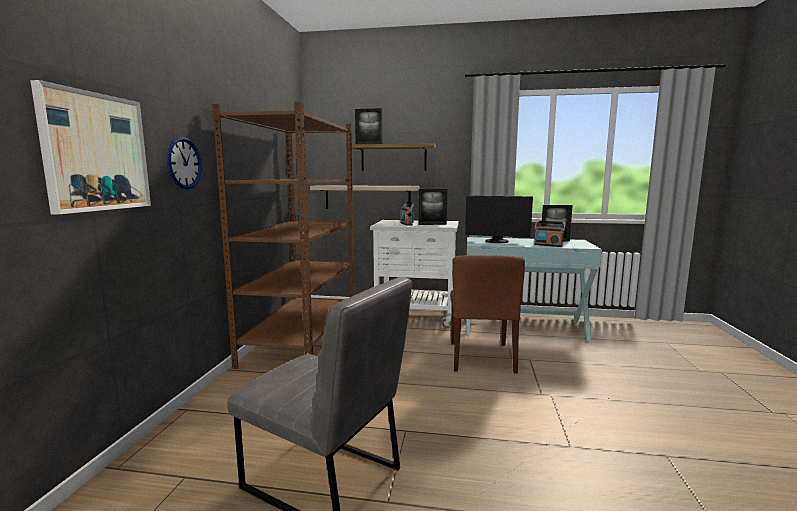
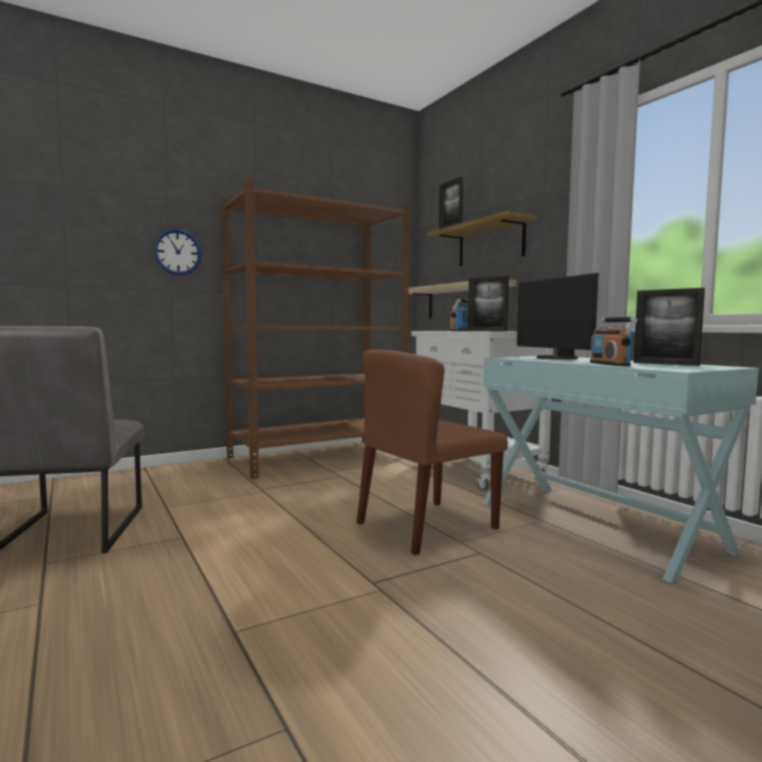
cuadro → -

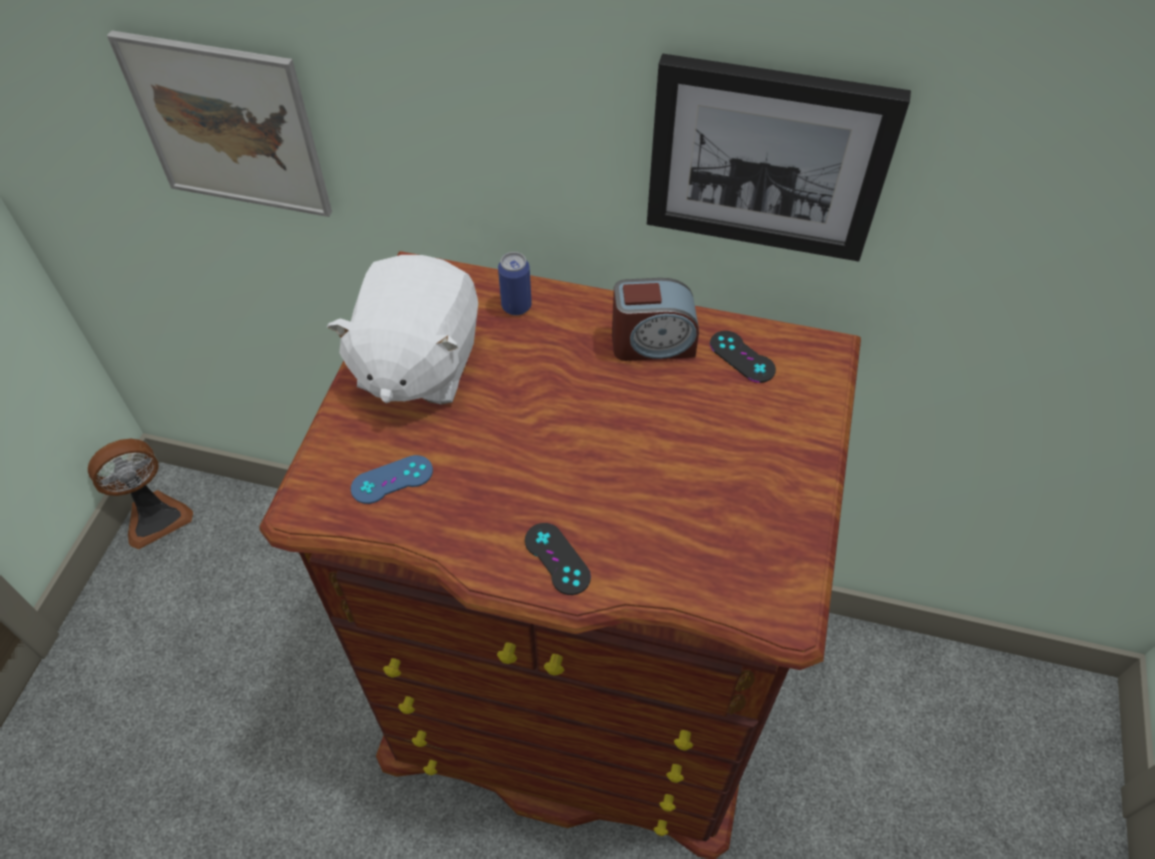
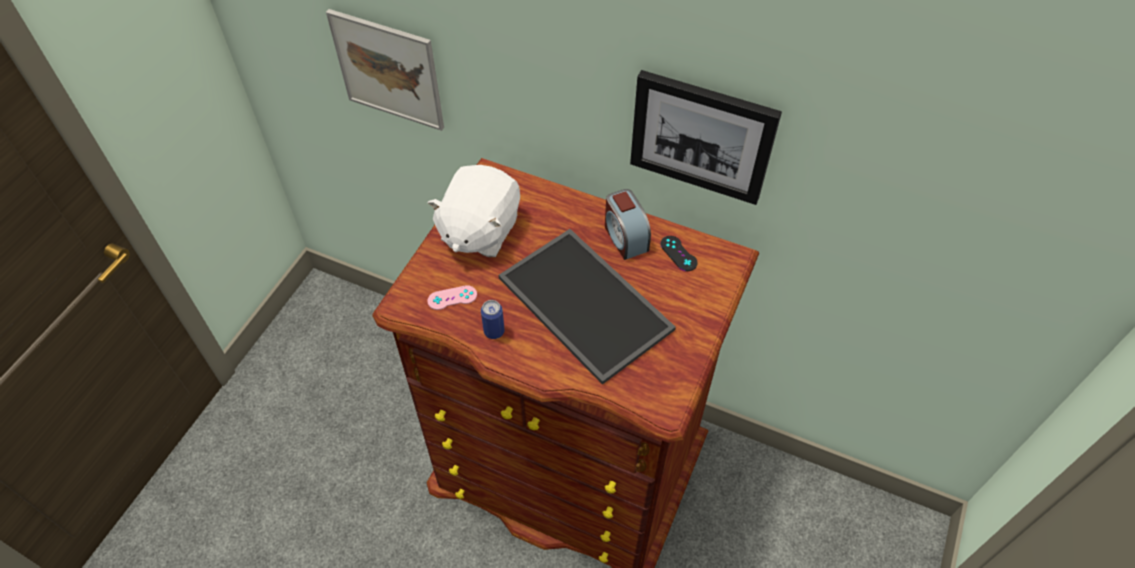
lata, move
despertador, 60 degrees clockwise
ventilador → -
mando de consola/azul → mando de consola/rosa
mando de consola/negro (1st from left) → -
- → bandeja

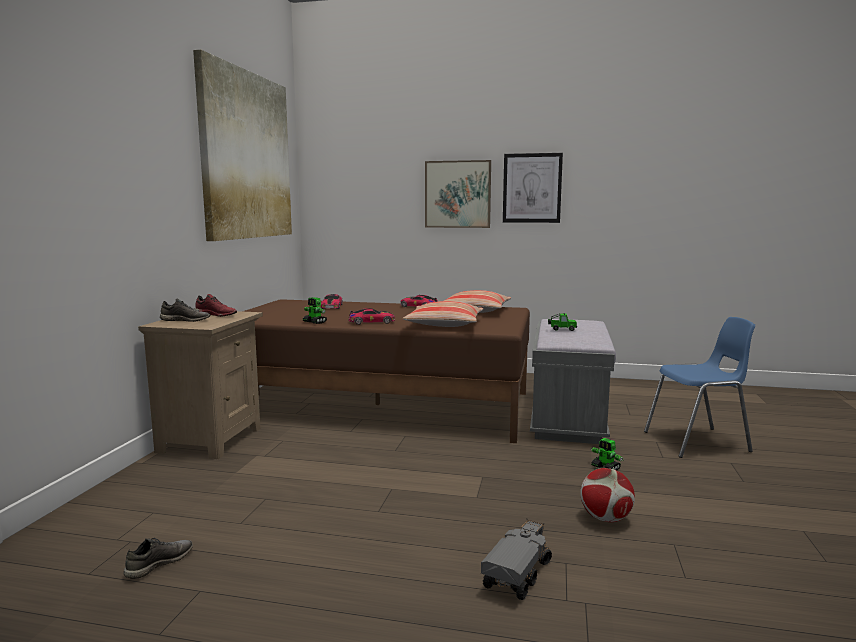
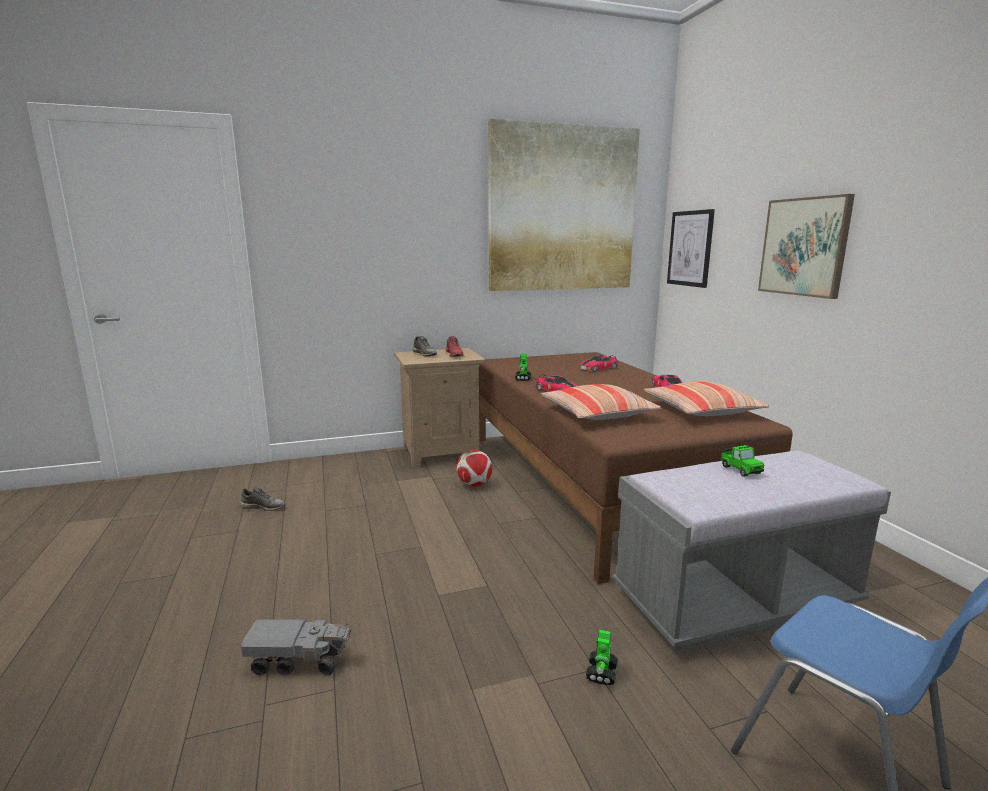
cuadro (3rd from left in the first image) → cuadro (2nd from left), move
balón de fútbol, move

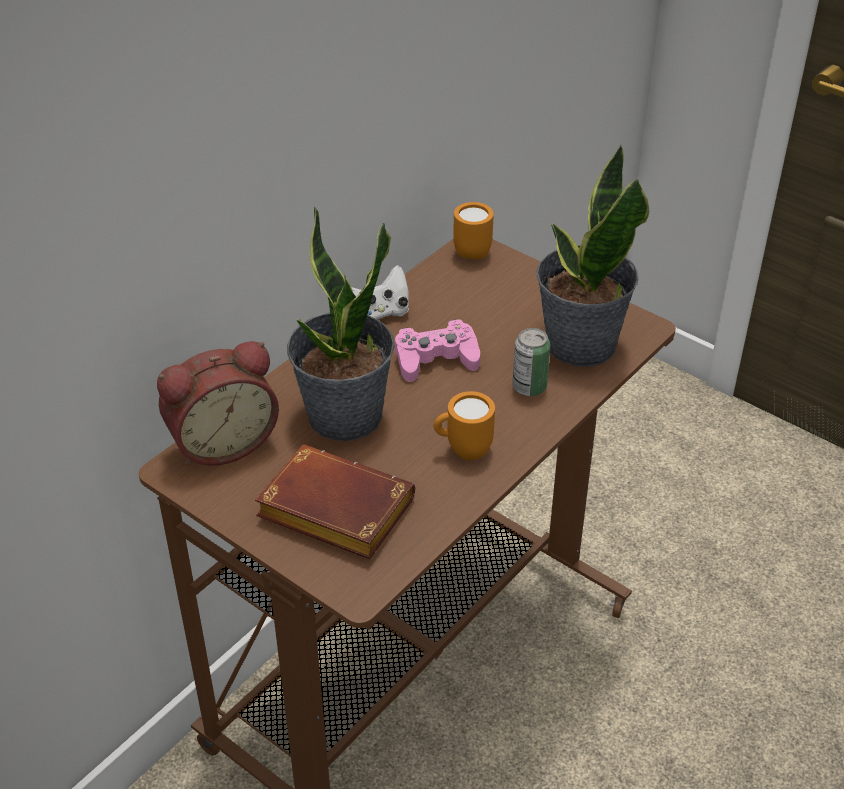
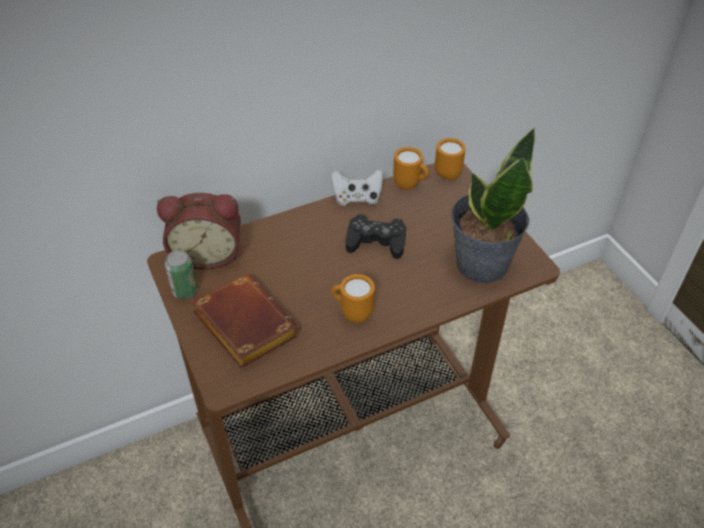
planta en maceta (1st from left) → -
mando de consola/rosa → mando de consola/negro
lata, move
- → taza grande/naranja (2nd from left)

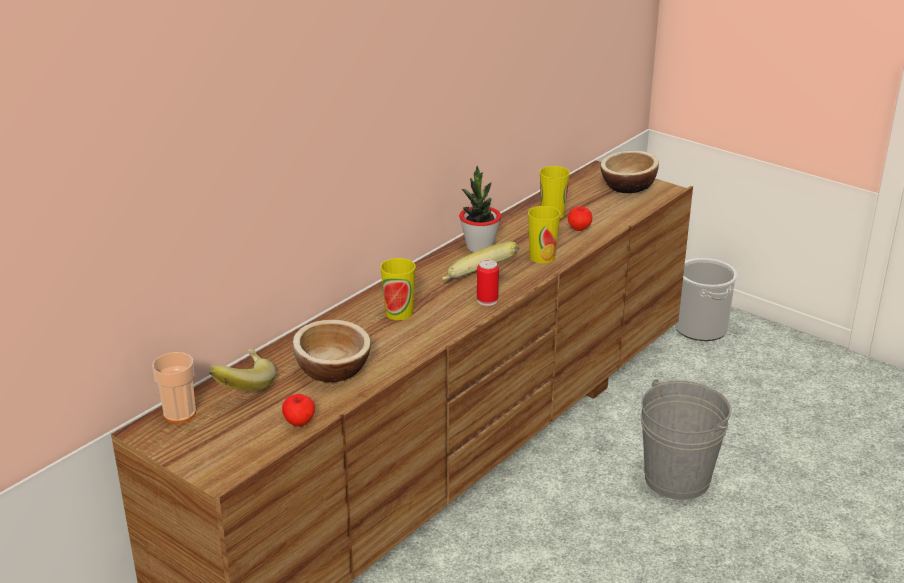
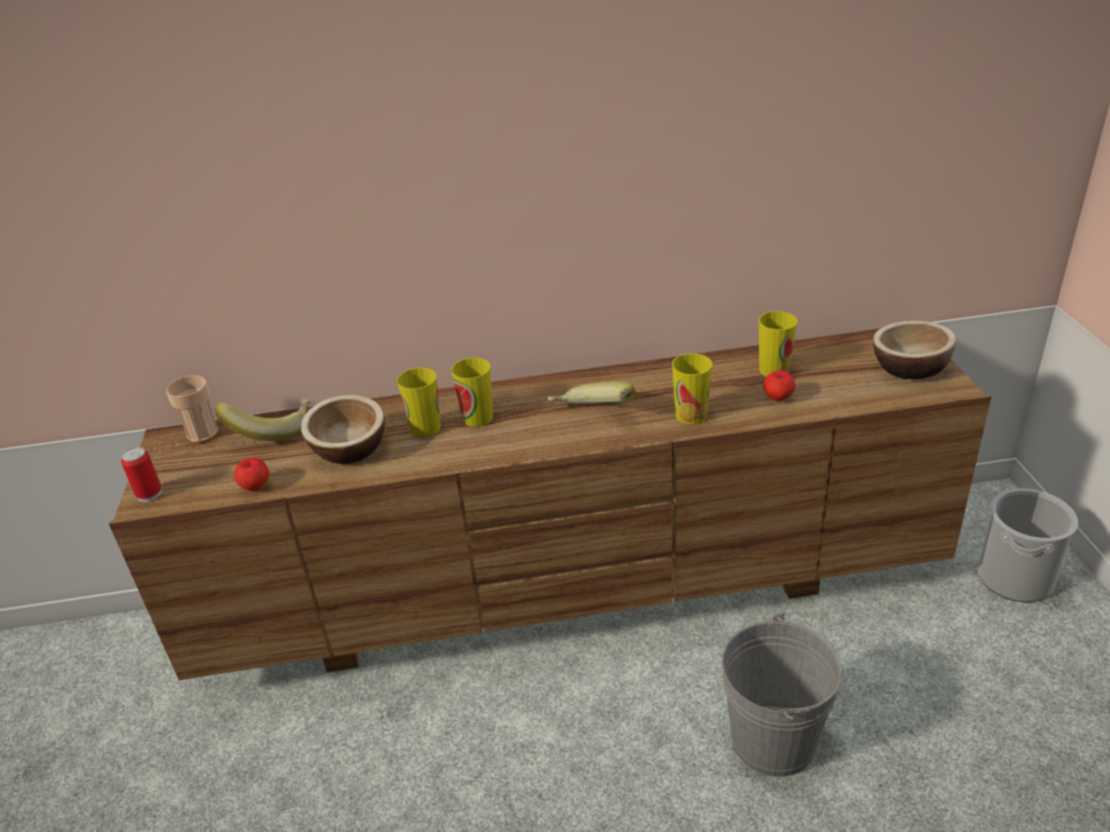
planta en maceta → -
lata, move
- → taza (2nd from left)

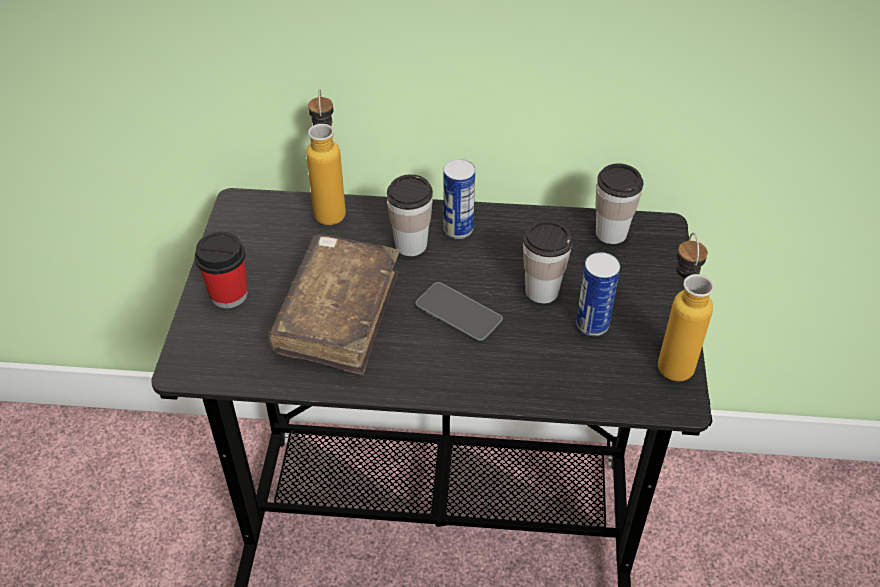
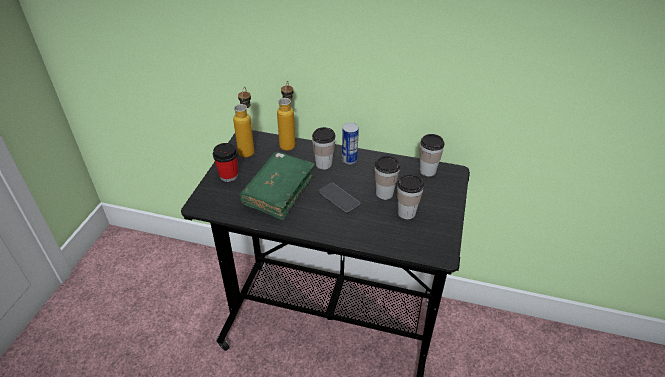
botella (2nd from left in the first image) → botella (1st from left), move
libro/marrón → libro/verde
lata (2nd from left) → taza (4th from left)

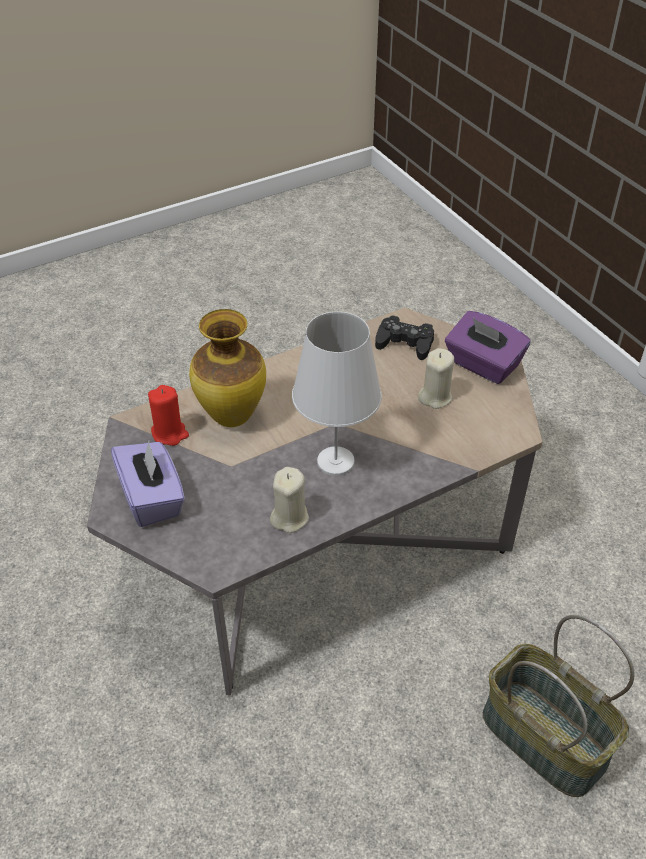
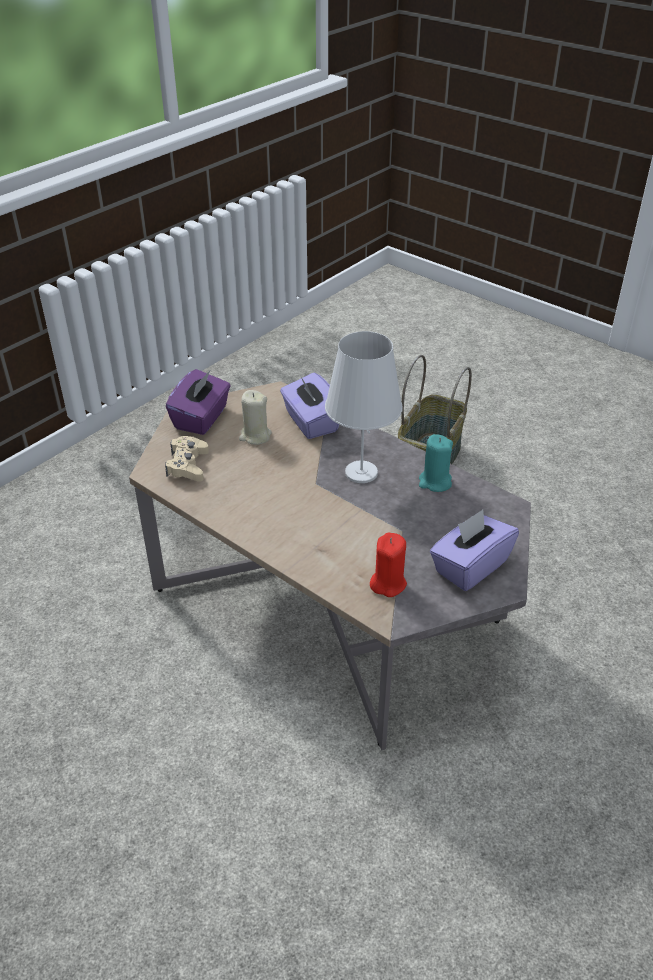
florero → -
mando de consola/negro → mando de consola/beis
vela/beis (1st from left) → vela/turquesa
- → caja de pañuelos/morado (2nd from left)

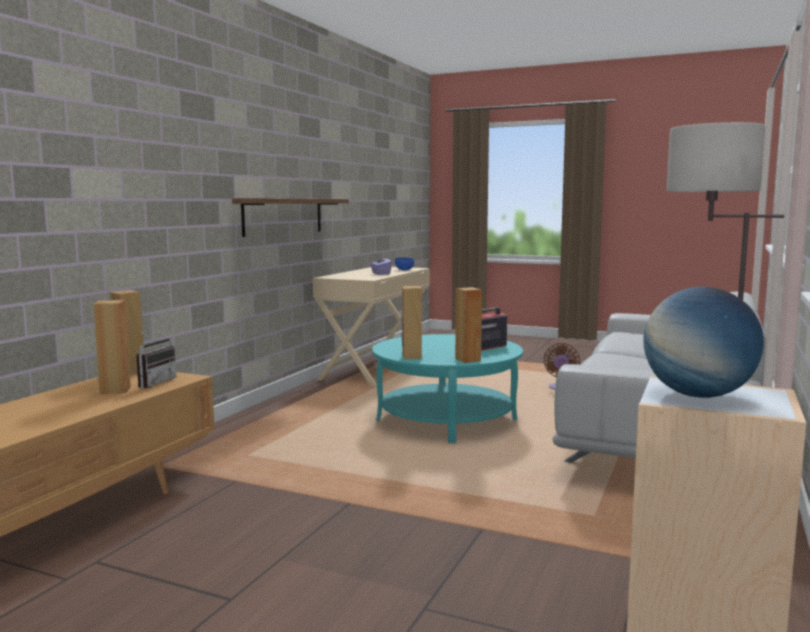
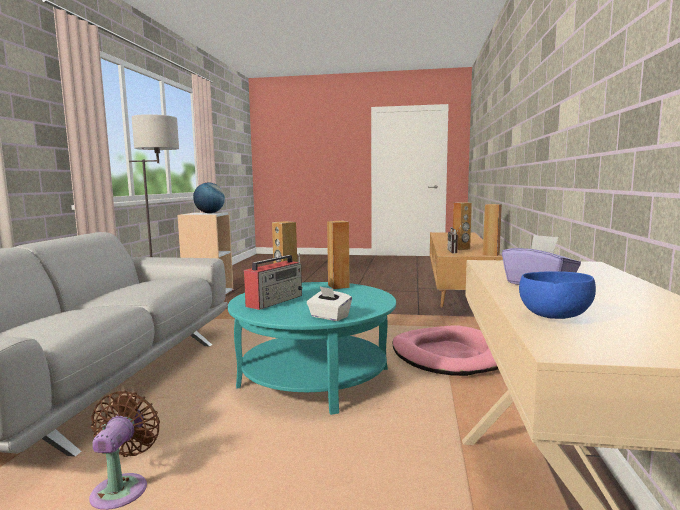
estante → -
- → caja de pañuelos/blanco
- → cama para perro/rosa

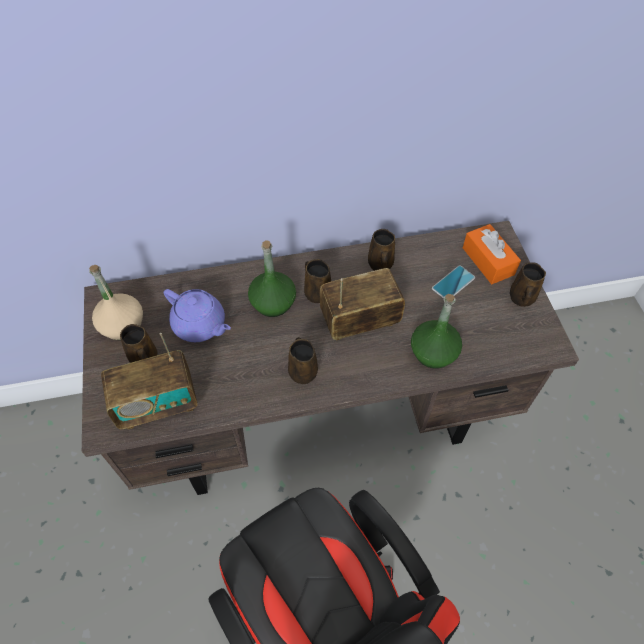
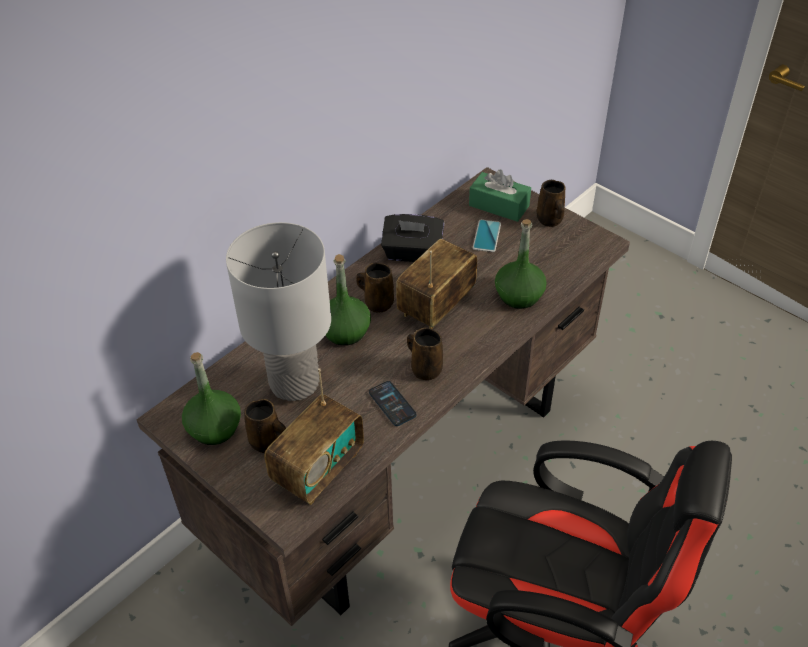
caja de pañuelos/naranja → caja de pañuelos/verde
taza grande/marrón (4th from left) → caja de pañuelos/negro
botella/beis → botella/verde (1st from left)
tetera/morado → lámpara de mesa/gris
- → móvil (1st from left)

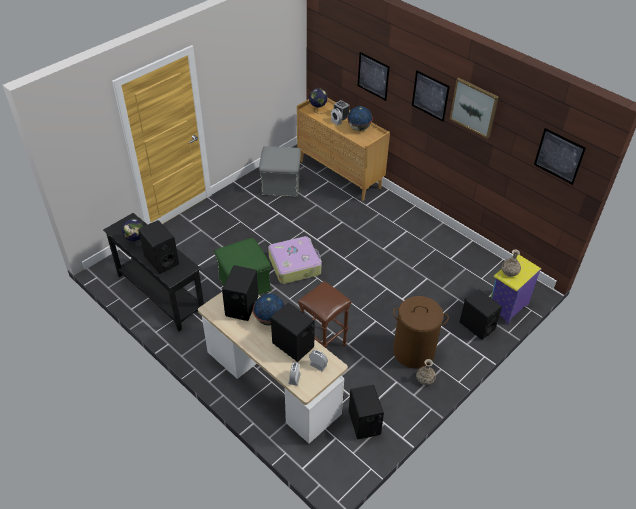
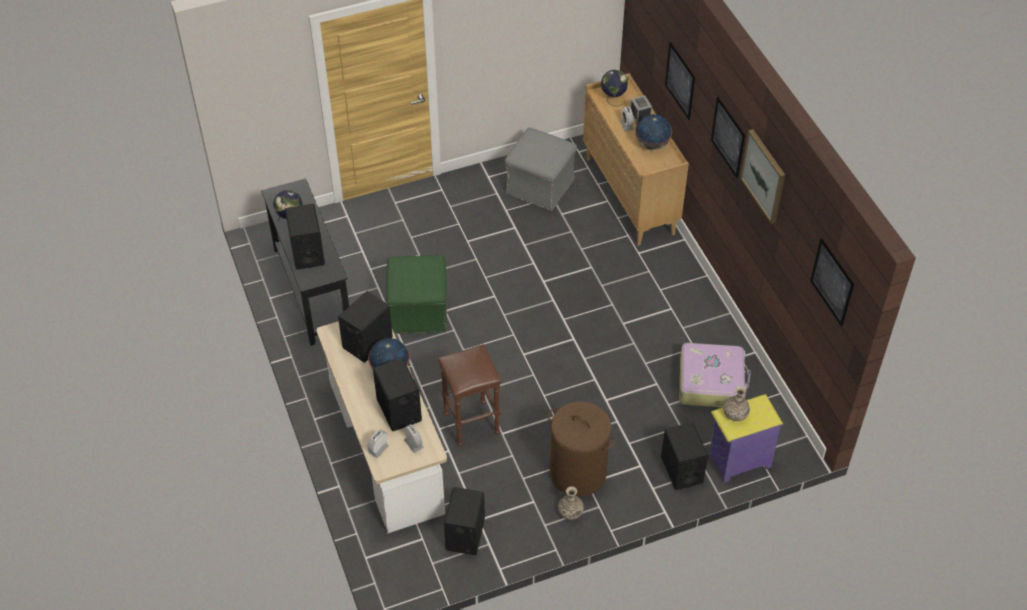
maleta, move

